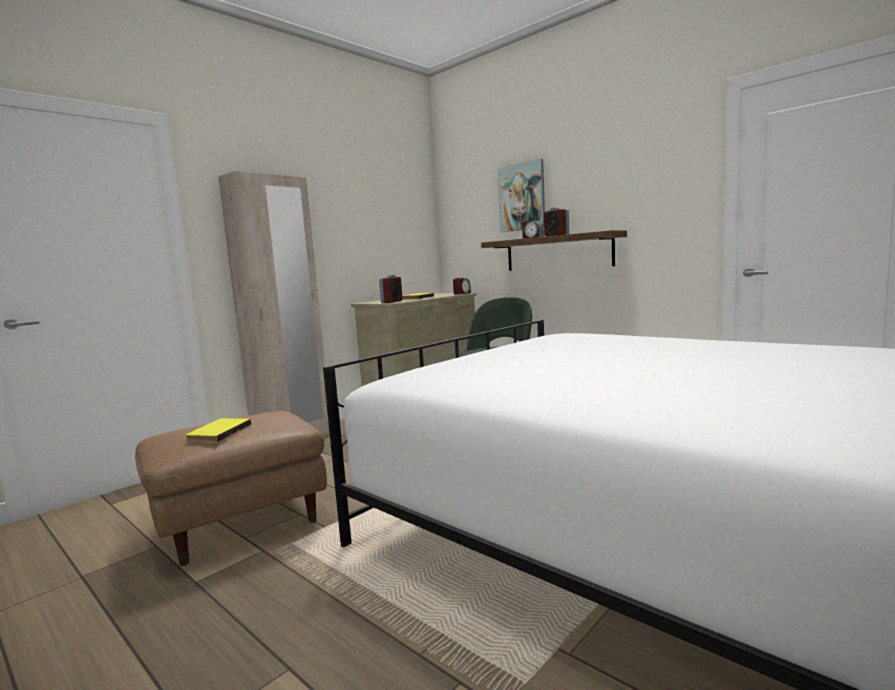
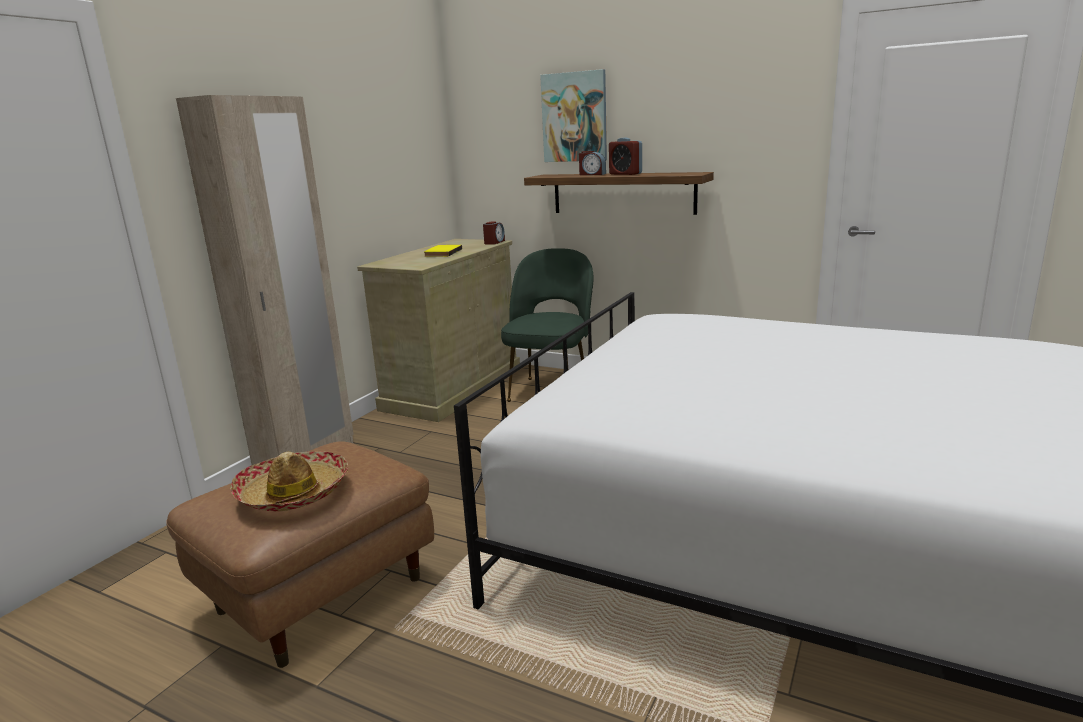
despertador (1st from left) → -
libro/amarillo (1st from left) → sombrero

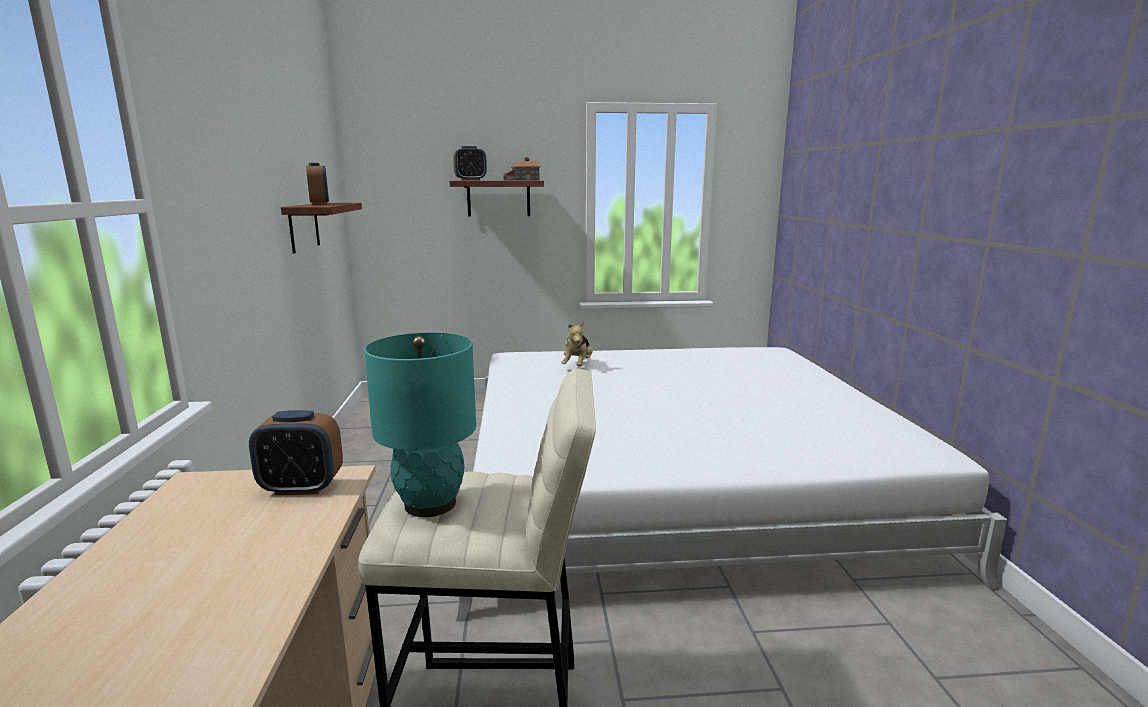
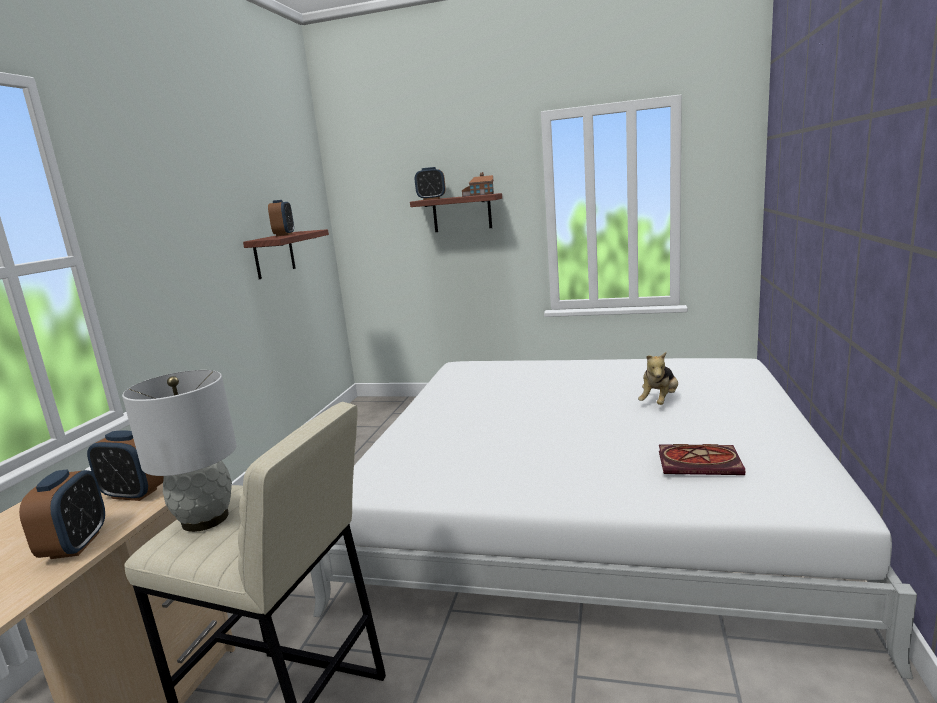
peluche, move
lámpara de mesa/turquesa → lámpara de mesa/blanco
- → libro
- → despertador (1st from left)

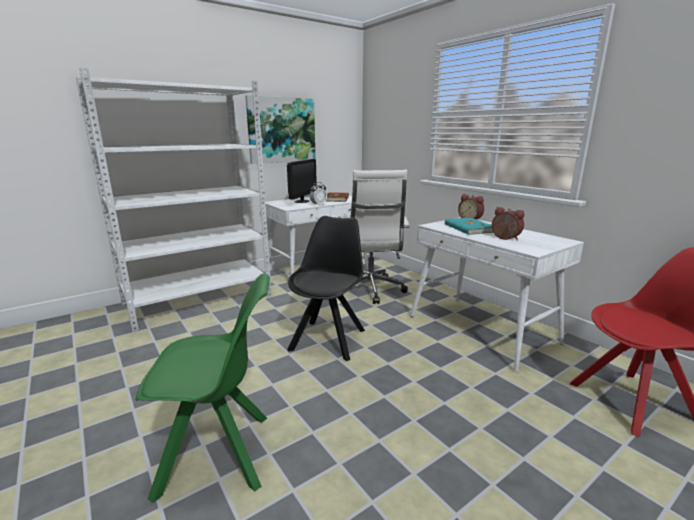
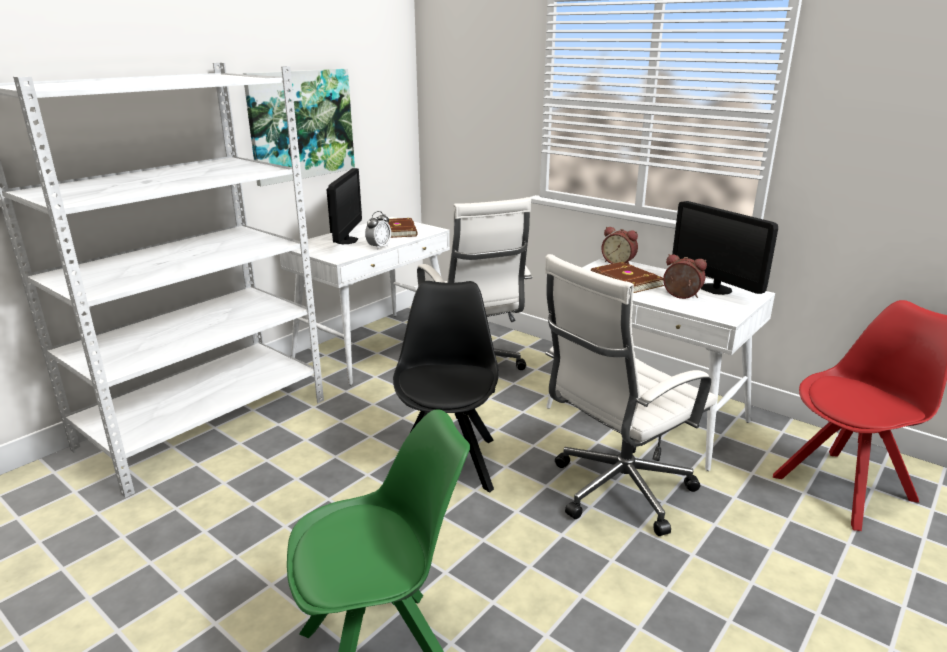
libro/turquesa → libro/marrón (2nd from left)
- → monitor (2nd from left)
- → silla de oficina/blanco (2nd from left)

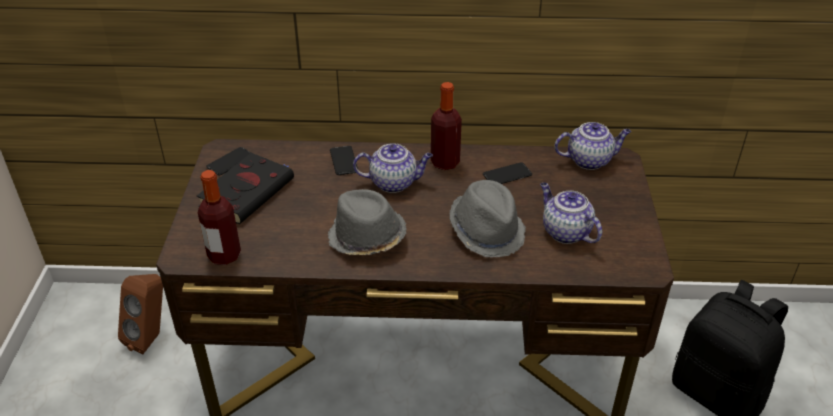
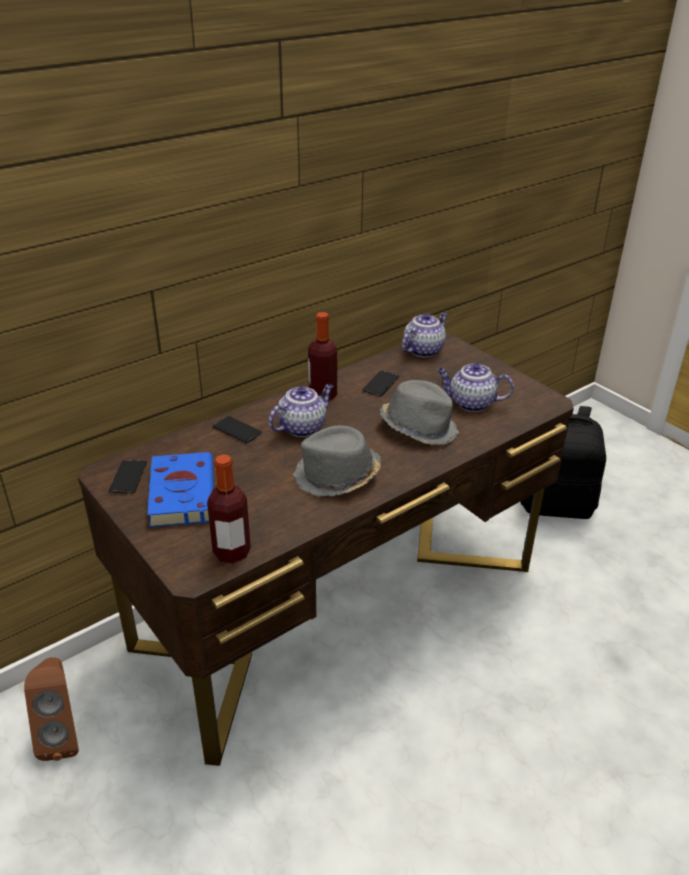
libro/negro → libro/azul

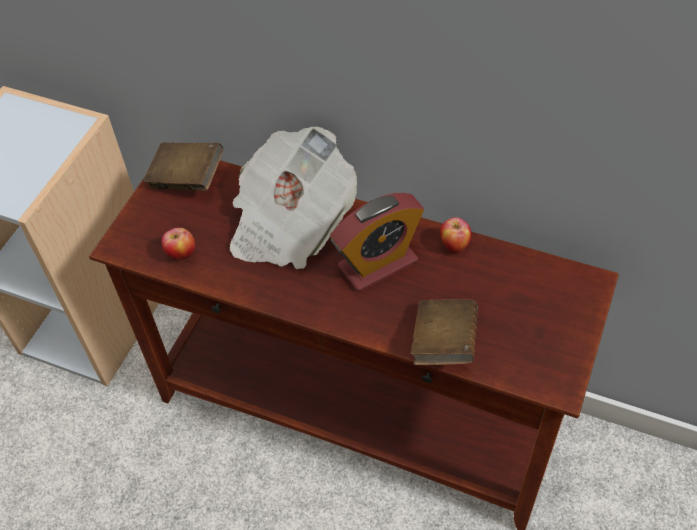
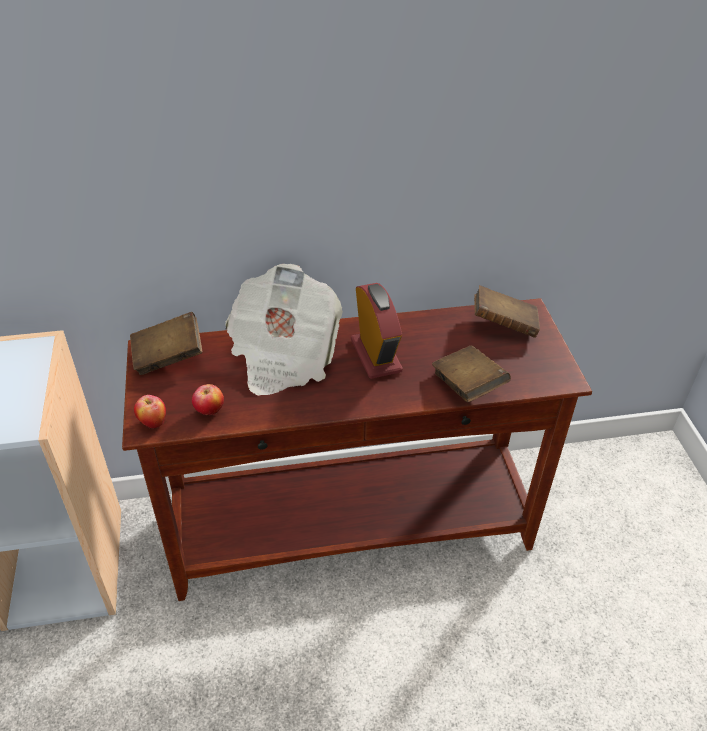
despertador, 45 degrees counterclockwise
manzana (2nd from left in the first image) → manzana (1st from left), move
- → libro/marrón (3rd from left)

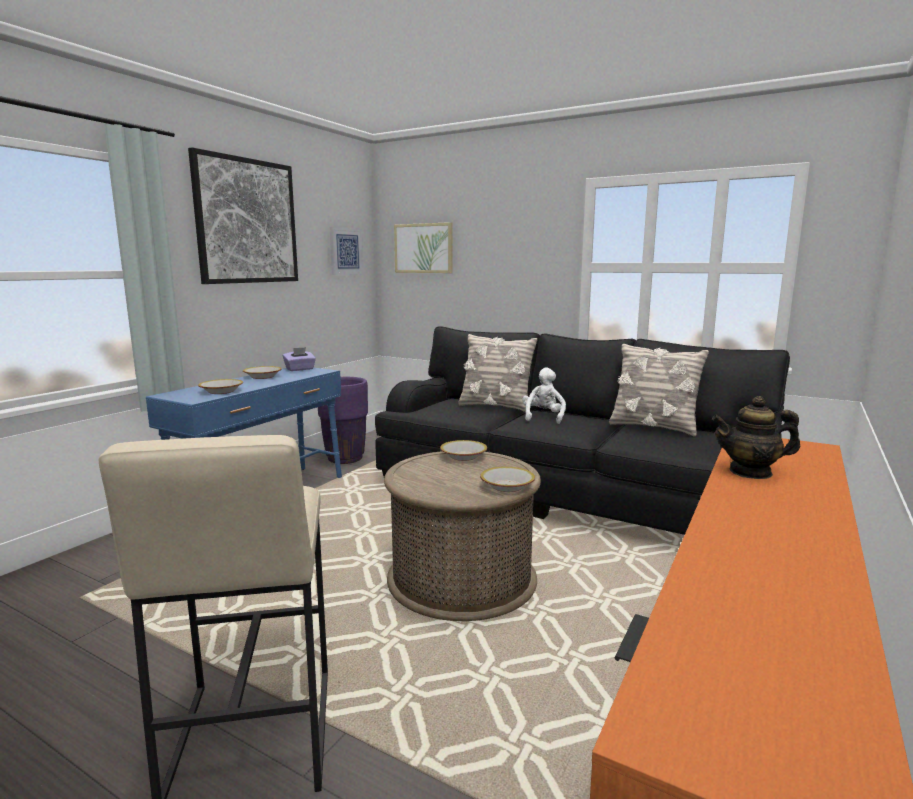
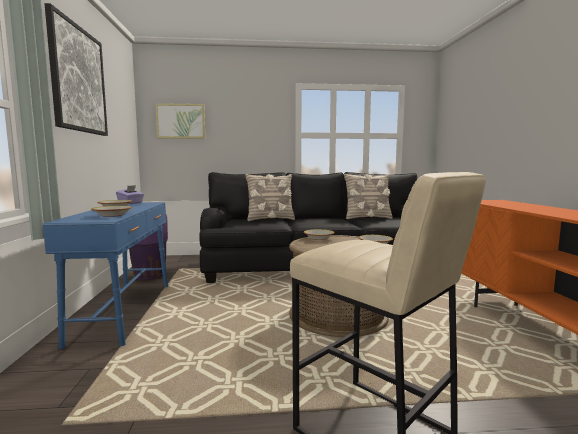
cuadro (2nd from left) → -
peluche/blanco → -
tetera → -

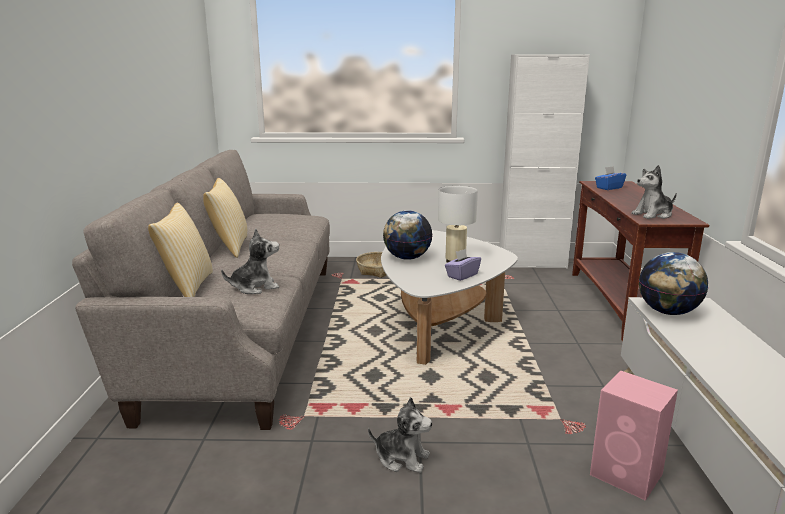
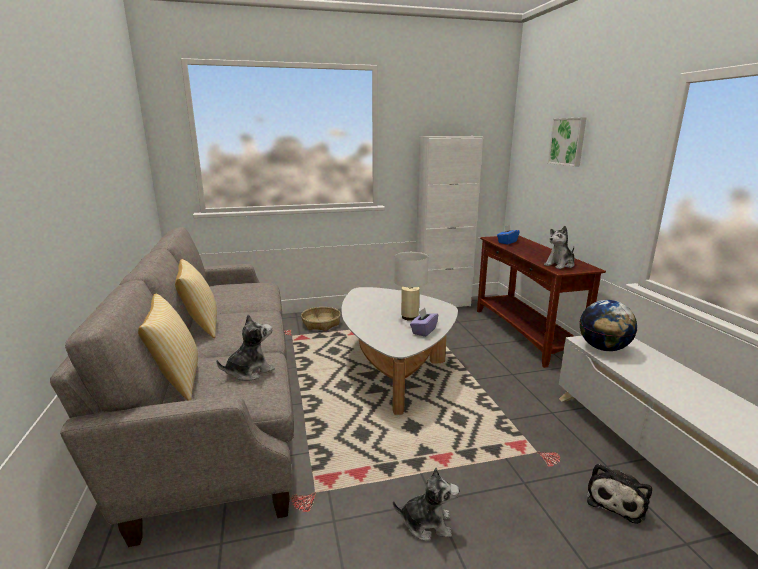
globo terráqueo (1st from left) → -
altavoz/rosa → peluche (4th from left)
- → cuadro

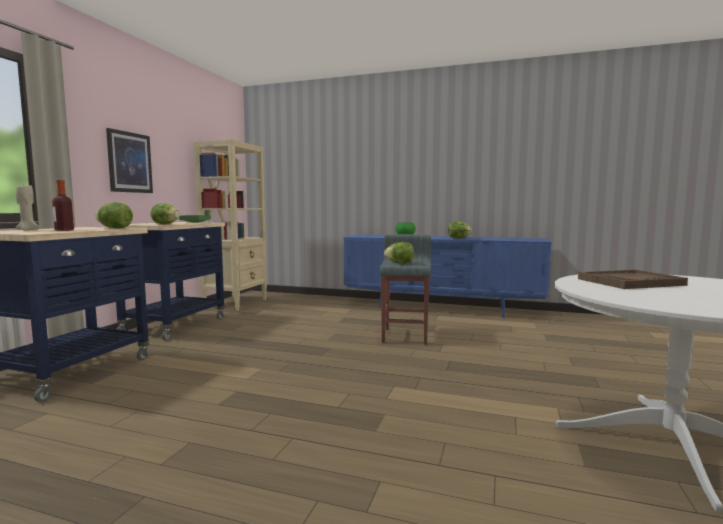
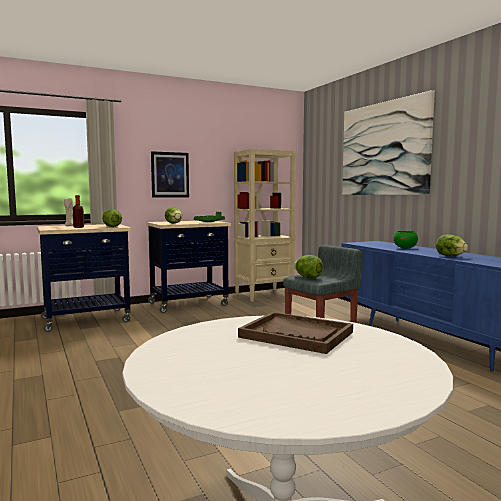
- → cuadro (2nd from left)

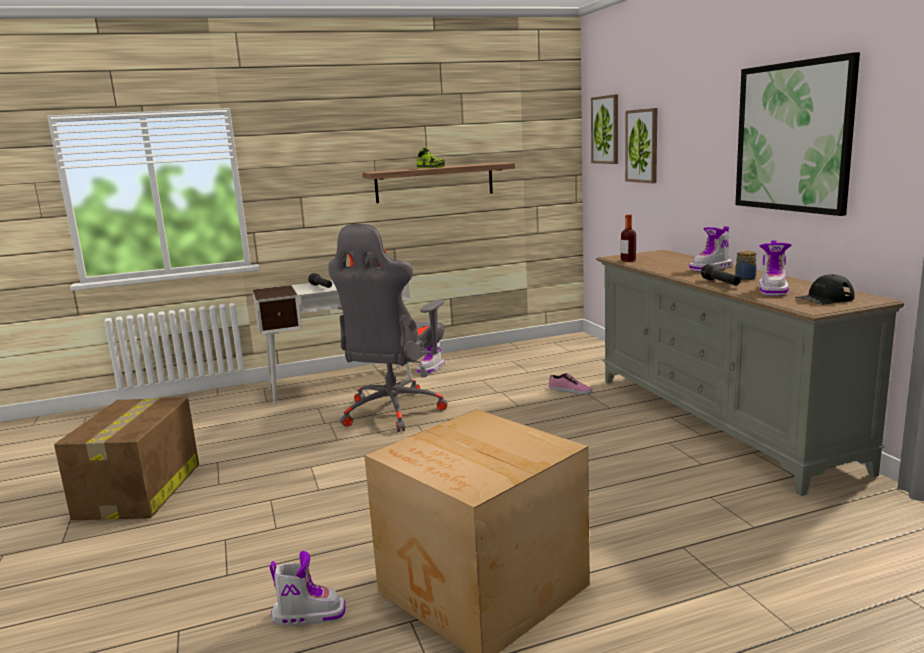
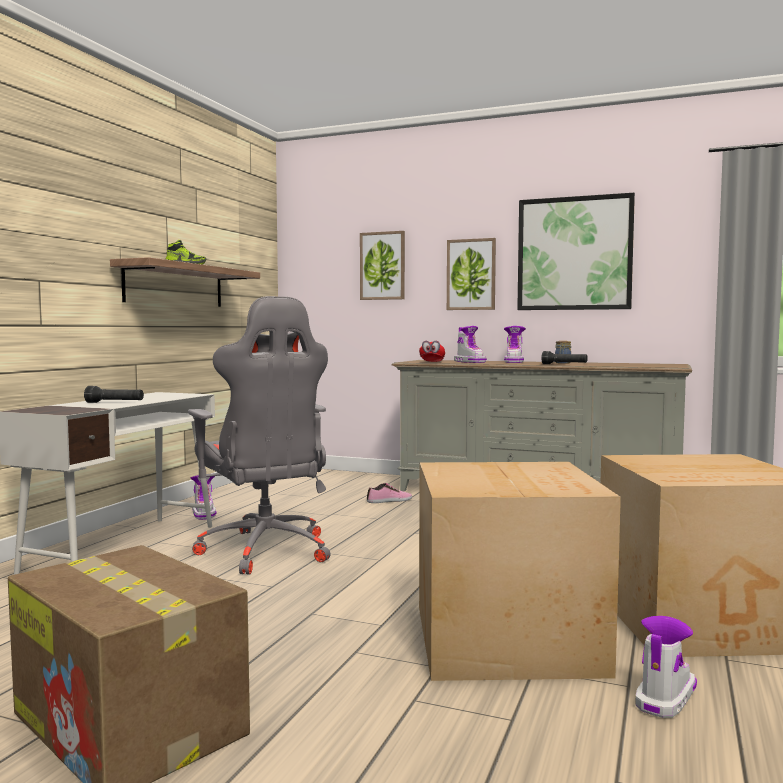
cuadro (1st from left in the first image) → cuadro (2nd from left), move
botella → gorra/rojo
bota (4th from left in the first image) → bota (2nd from left), move
gorra/negro → -
- → caja de cartón (2nd from left)

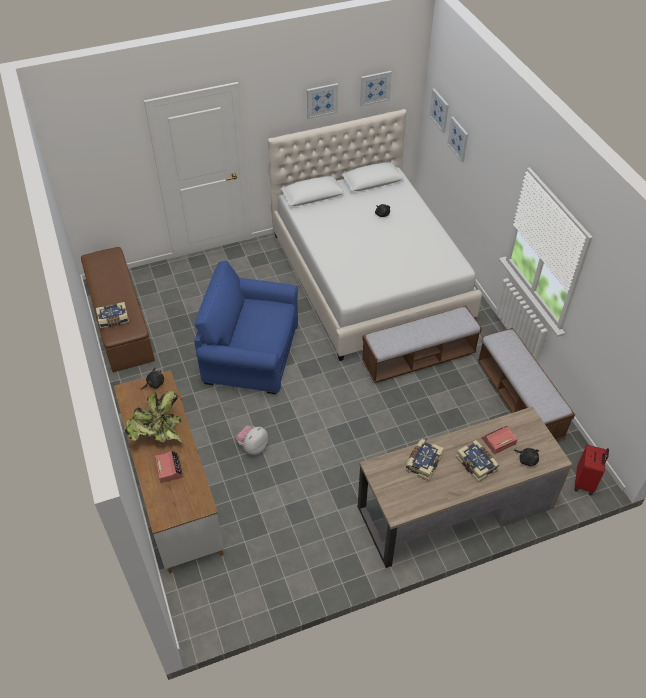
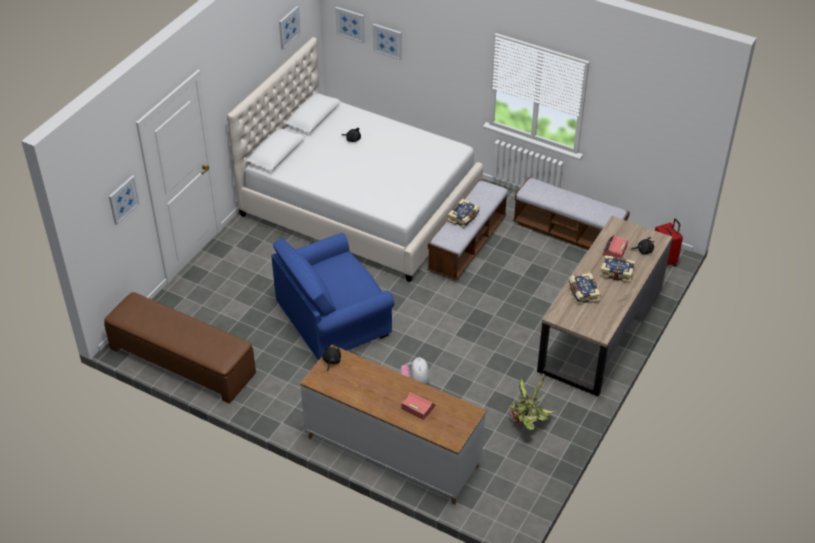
cuadro (1st from left), move
libro (1st from left), move
planta en maceta, move

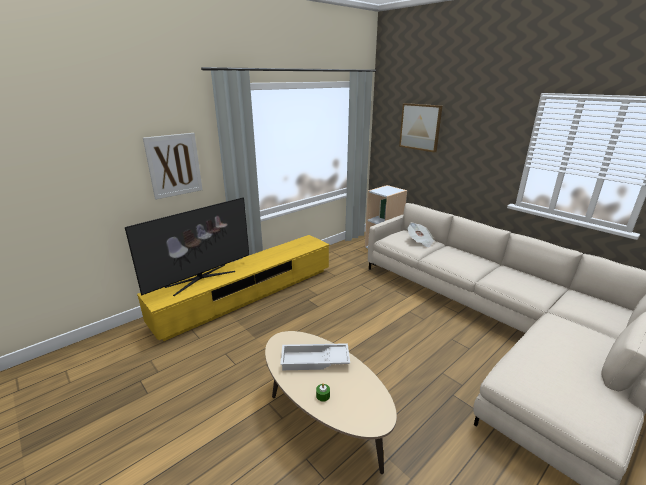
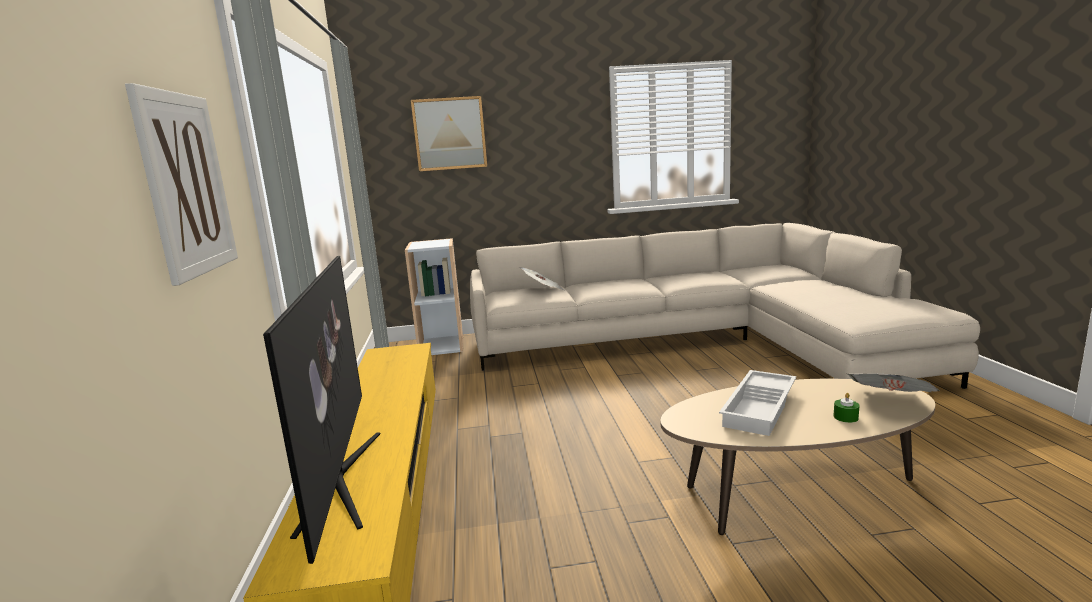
- → periódico (2nd from left)

